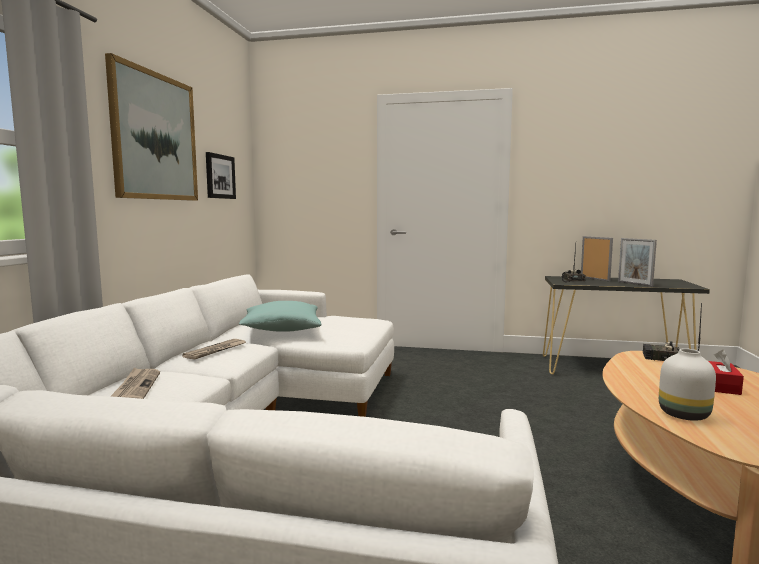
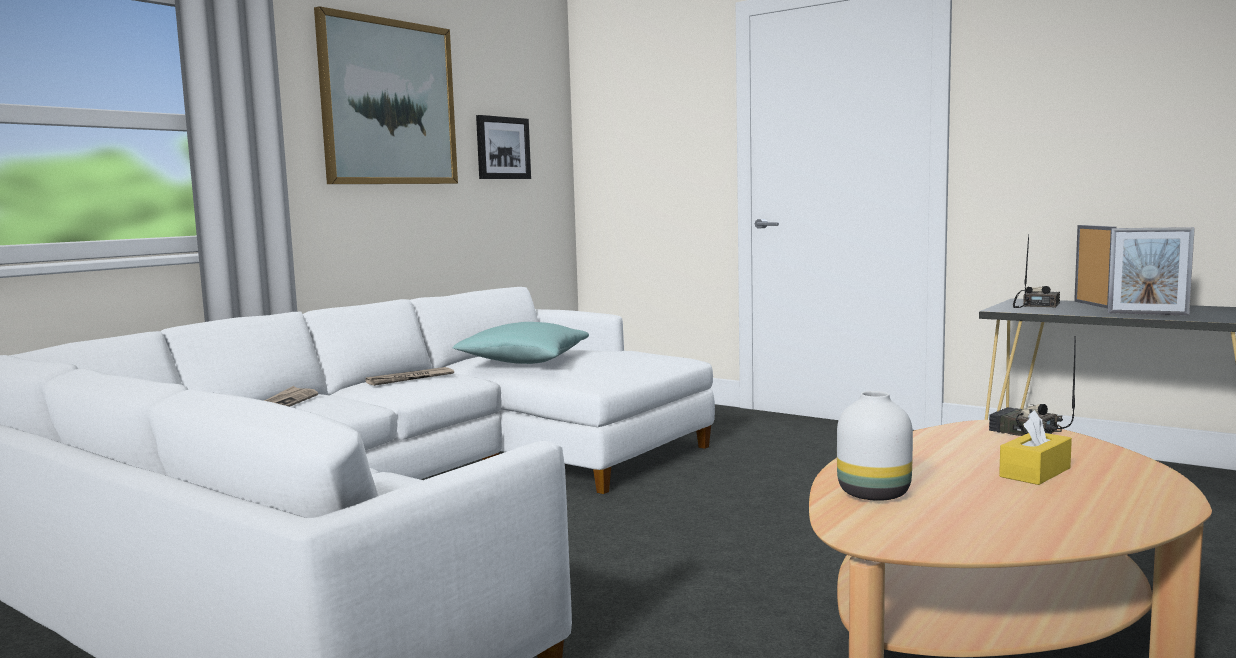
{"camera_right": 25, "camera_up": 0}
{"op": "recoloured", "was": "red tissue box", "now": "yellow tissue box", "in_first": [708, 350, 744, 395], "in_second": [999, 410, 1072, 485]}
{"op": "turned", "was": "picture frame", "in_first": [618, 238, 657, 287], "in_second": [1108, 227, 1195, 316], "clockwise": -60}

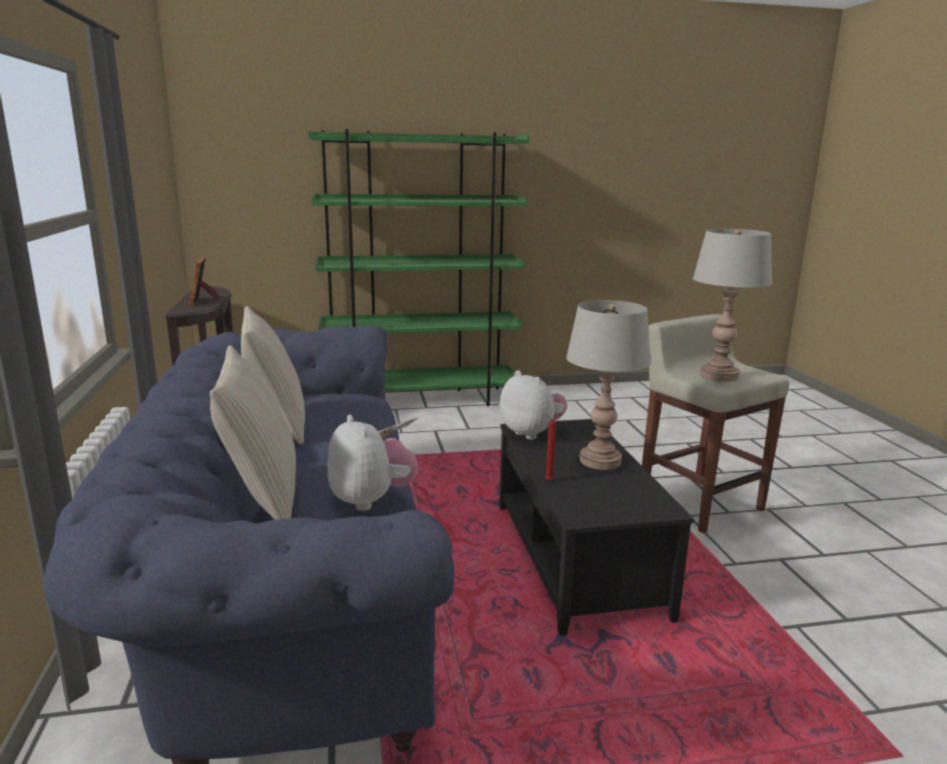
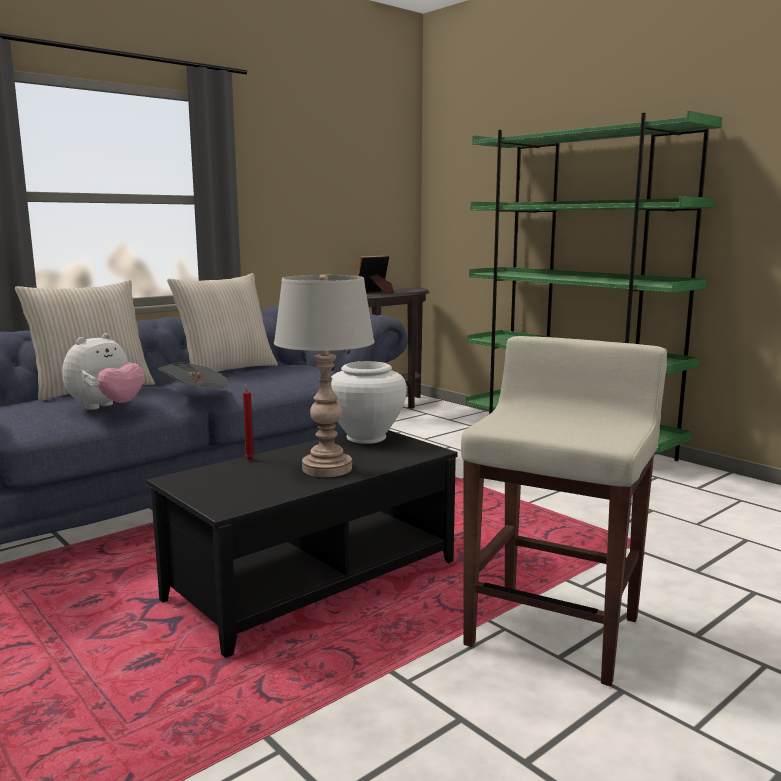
{"camera_right": 60, "camera_up": -5}
{"op": "replaced", "was": "plush toy", "now": "white vase", "in_first": [500, 370, 567, 440], "in_second": [331, 361, 407, 444]}
{"op": "removed", "was": "grey table lamp", "in_first": [693, 229, 772, 382]}

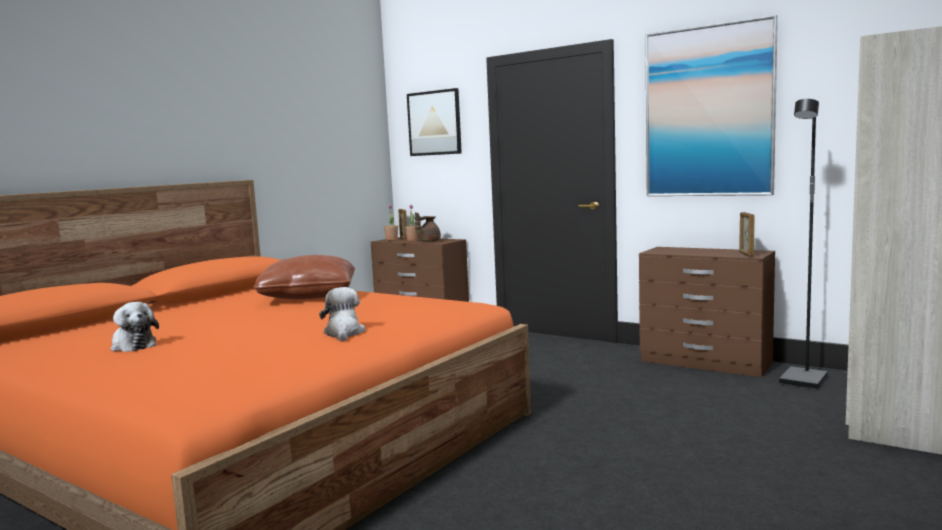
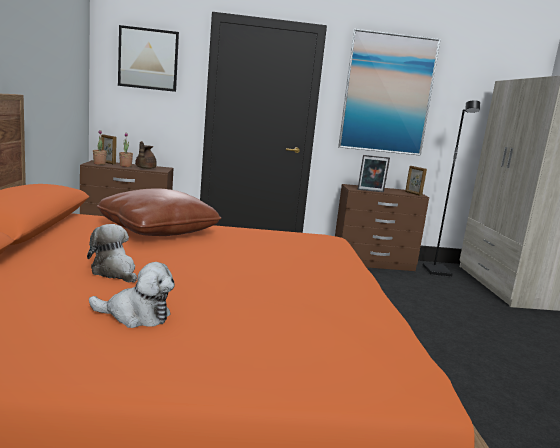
{"camera_right": -40, "camera_up": 5}
{"op": "moved", "was": "plush toy", "in_first": [319, 287, 366, 341], "in_second": [87, 224, 137, 283]}
{"op": "added", "now": "picture frame", "in_second": [358, 155, 390, 192]}

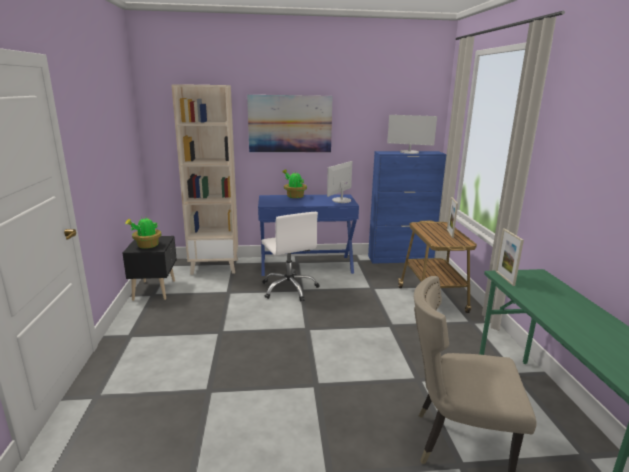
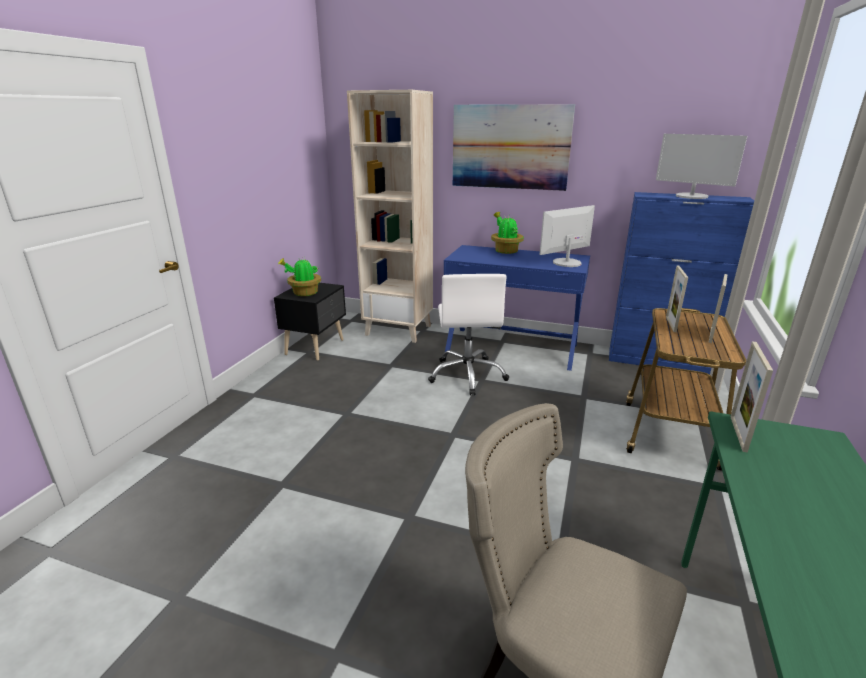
{"camera_right": 25, "camera_up": 5}
{"op": "added", "now": "picture frame", "in_second": [666, 266, 688, 332]}

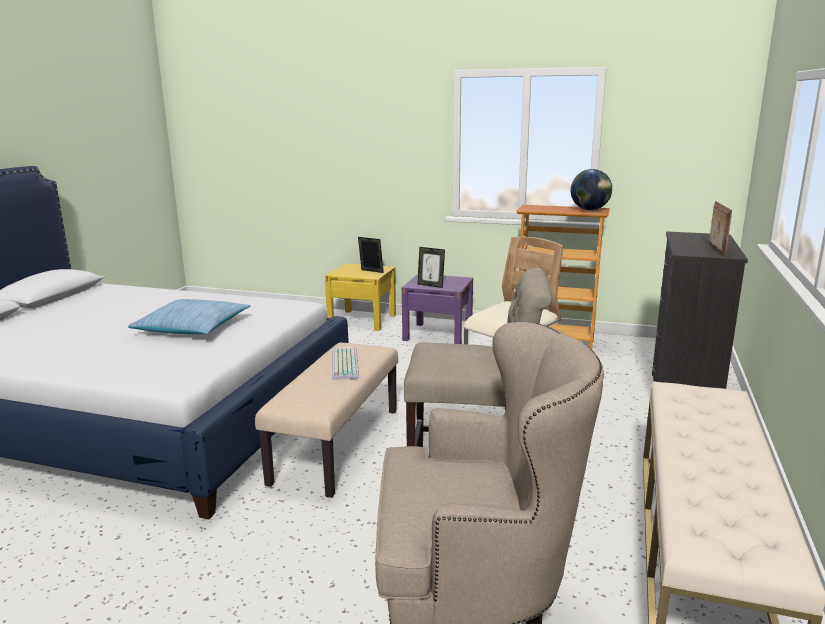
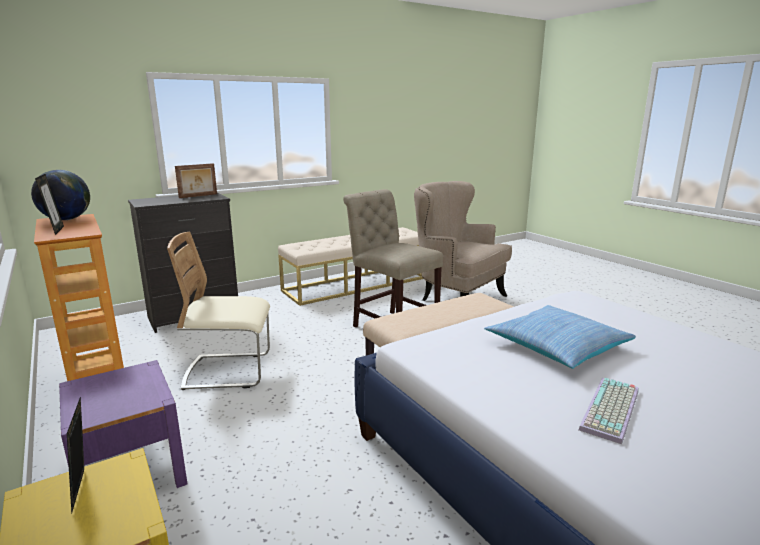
{"camera_right": -140, "camera_up": 0}
{"op": "moved", "was": "picture frame", "in_first": [417, 247, 445, 288], "in_second": [35, 174, 64, 235]}
{"op": "moved", "was": "keyboard", "in_first": [332, 347, 359, 380], "in_second": [578, 378, 639, 444]}

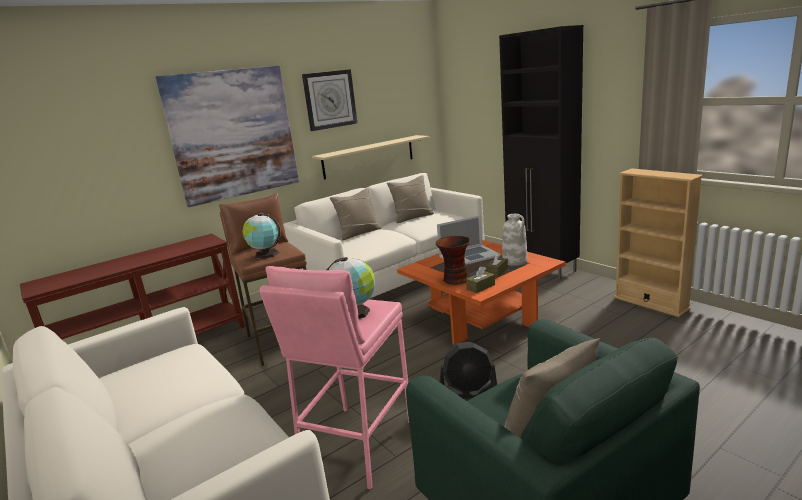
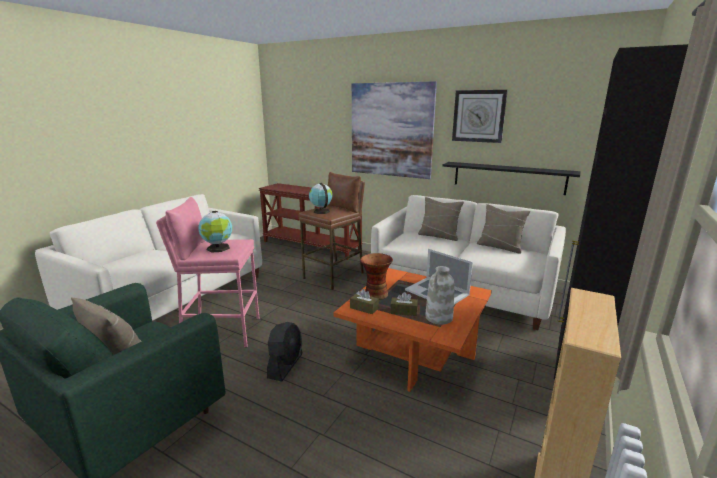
{"camera_right": 65, "camera_up": 0}
{"op": "turned", "was": "black fan", "in_first": [440, 342, 497, 399], "in_second": [267, 322, 303, 381], "clockwise": -135}
{"op": "recoloured", "was": "beige shelf", "now": "black shelf", "in_first": [312, 135, 430, 180], "in_second": [443, 162, 581, 195]}

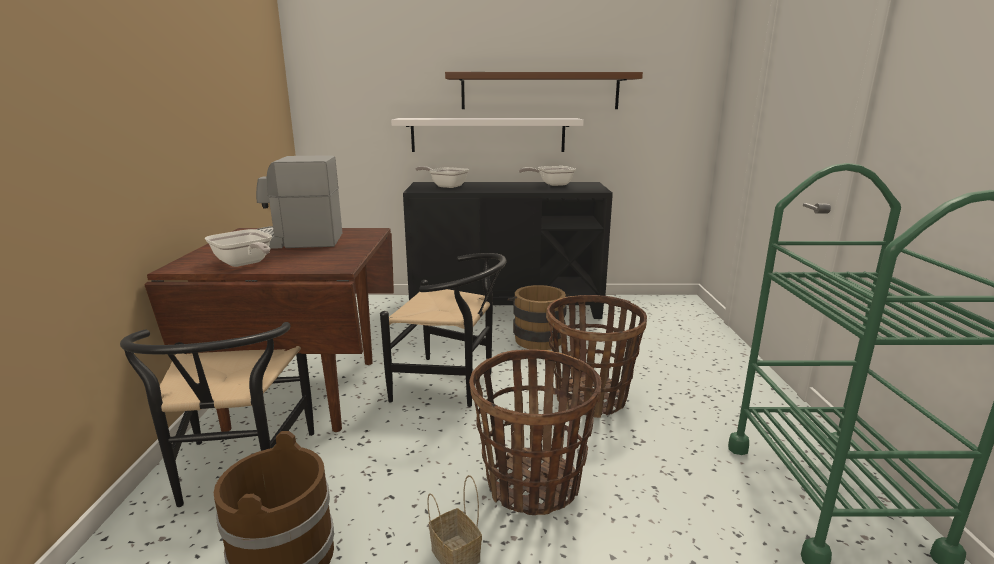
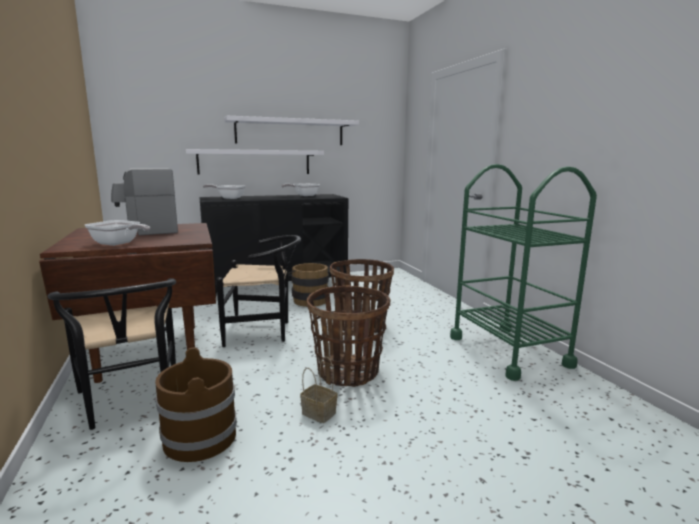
{"camera_right": -20, "camera_up": -5}
{"op": "recoloured", "was": "brown shelf", "now": "white shelf", "in_first": [445, 72, 643, 109], "in_second": [224, 116, 359, 145]}

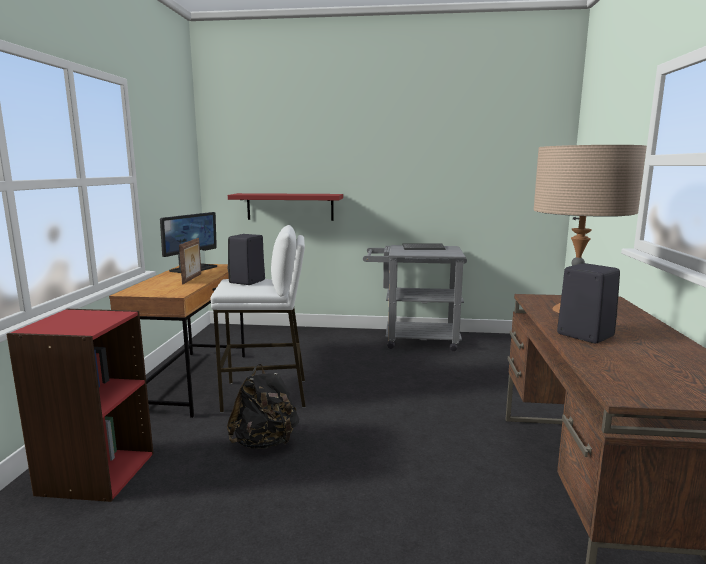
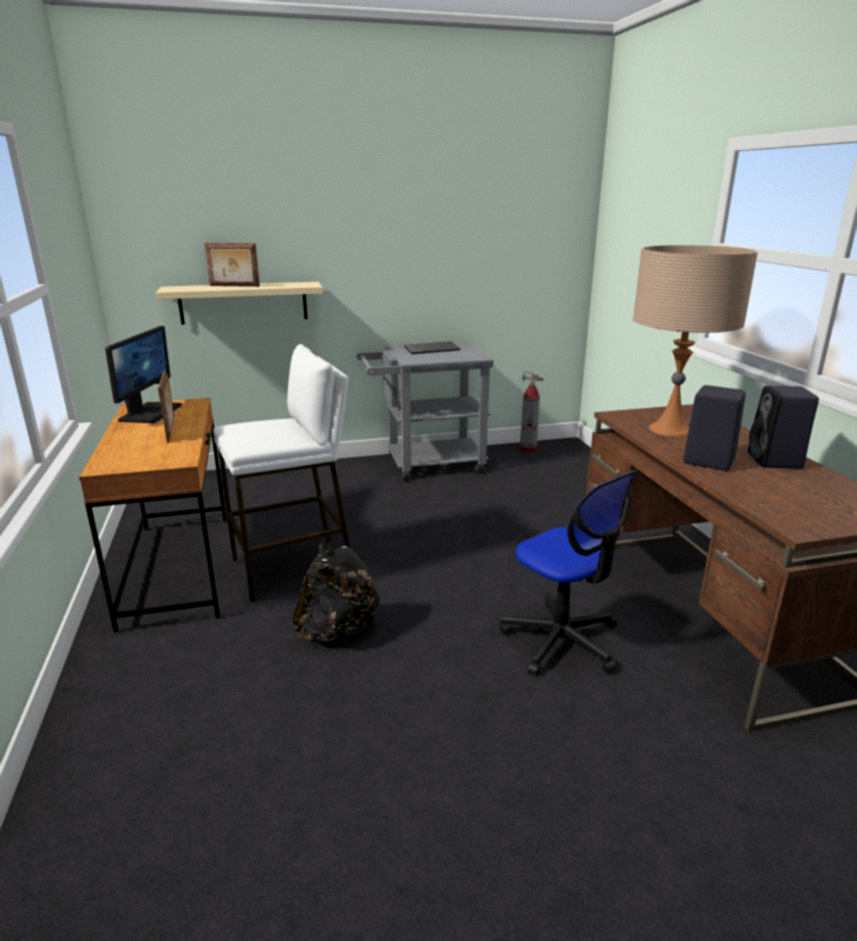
{"camera_right": -20, "camera_up": 10}
{"op": "recoloured", "was": "red shelf", "now": "beige shelf", "in_first": [228, 193, 343, 221], "in_second": [156, 282, 323, 325]}
{"op": "added", "now": "picture frame", "in_second": [205, 243, 260, 287]}
{"op": "added", "now": "office chair", "in_second": [500, 470, 638, 676]}
{"op": "added", "now": "fire extinguisher", "in_second": [520, 371, 543, 453]}
{"op": "moved", "was": "black speaker", "in_first": [228, 234, 265, 285], "in_second": [748, 386, 819, 469]}
{"op": "removed", "was": "red bookcase", "in_first": [6, 309, 154, 502]}

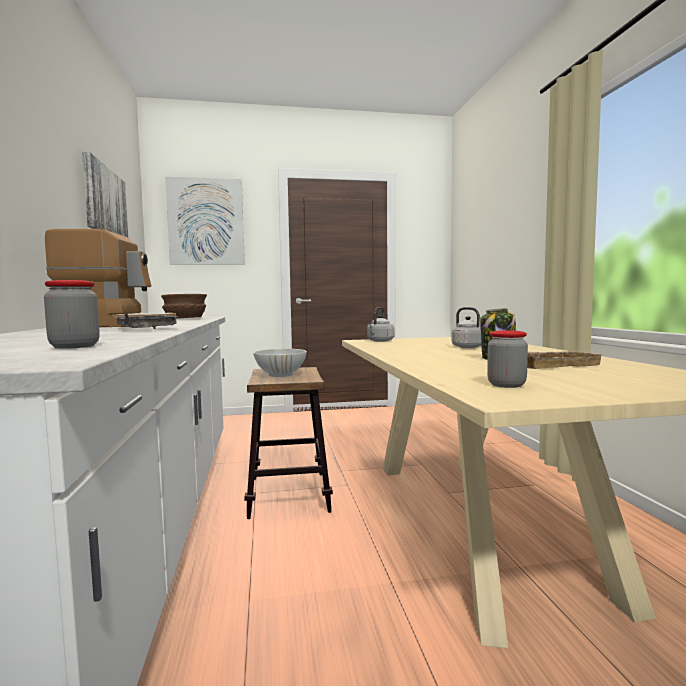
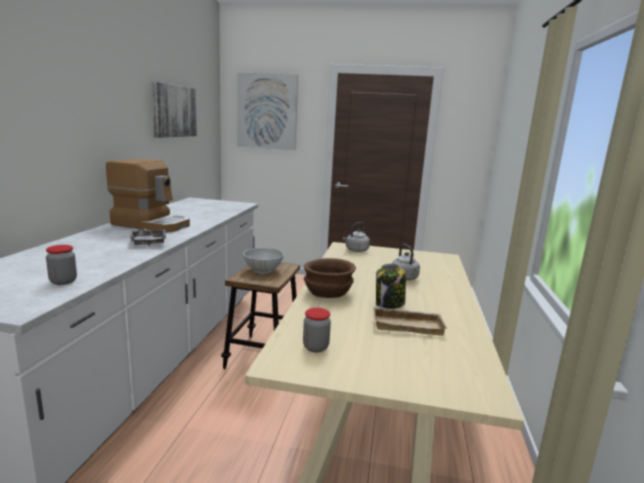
{"camera_right": 20, "camera_up": 10}
{"op": "moved", "was": "brown bowl", "in_first": [161, 294, 207, 319], "in_second": [304, 258, 356, 298]}

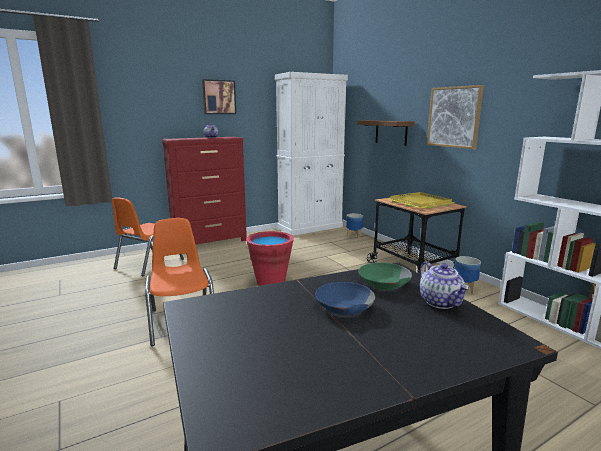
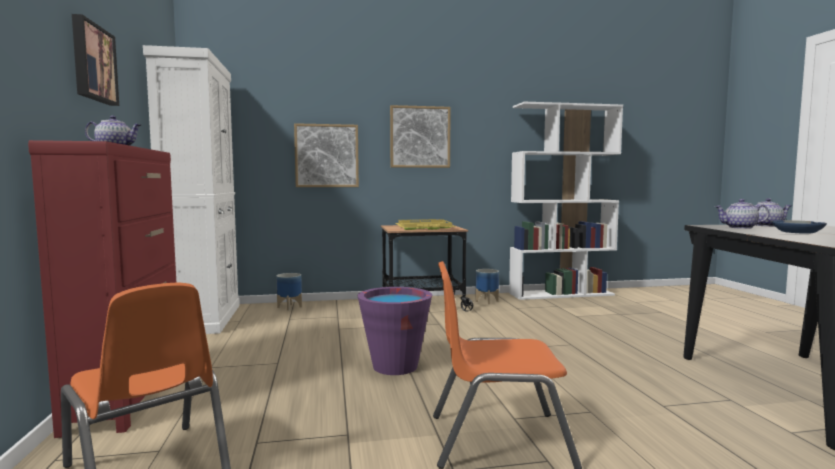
{"camera_right": -70, "camera_up": -10}
{"op": "replaced", "was": "brown shelf", "now": "picture", "in_first": [357, 120, 415, 146], "in_second": [294, 123, 359, 187]}
{"op": "recoloured", "was": "red bucket", "now": "purple bucket", "in_first": [246, 231, 294, 286], "in_second": [358, 287, 432, 375]}
{"op": "replaced", "was": "green bowl", "now": "teapot", "in_first": [358, 263, 412, 290], "in_second": [714, 199, 770, 229]}

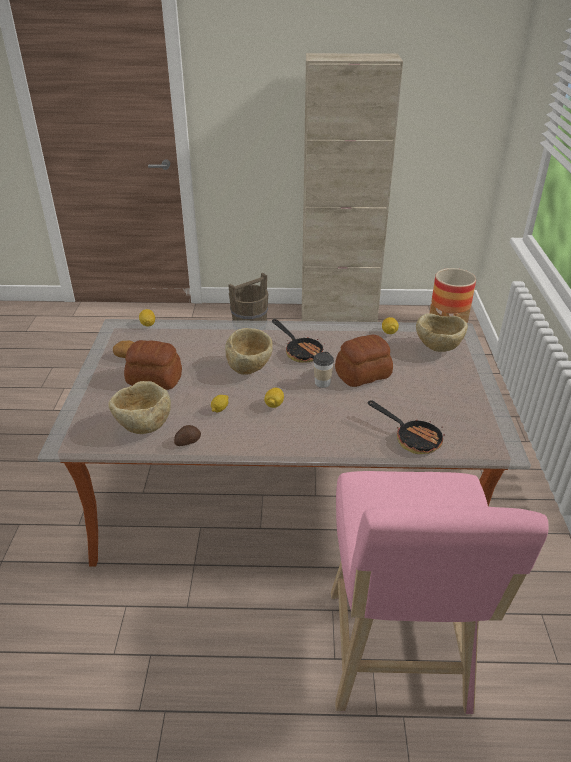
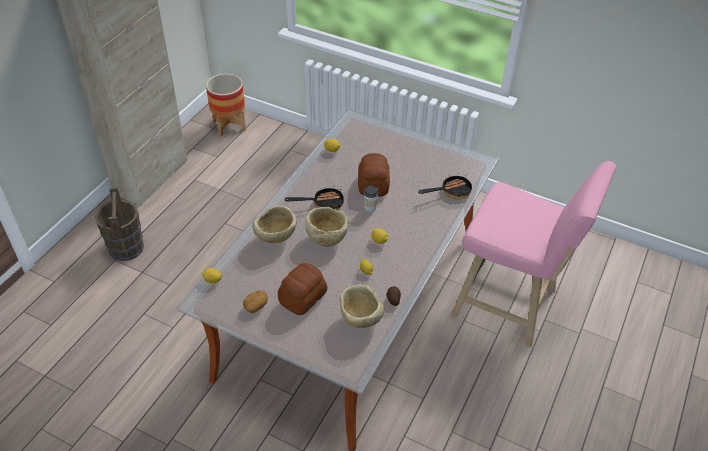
{"camera_right": -65, "camera_up": 10}
{"op": "moved", "was": "beige bowl", "in_first": [416, 313, 468, 352], "in_second": [252, 206, 297, 243]}

